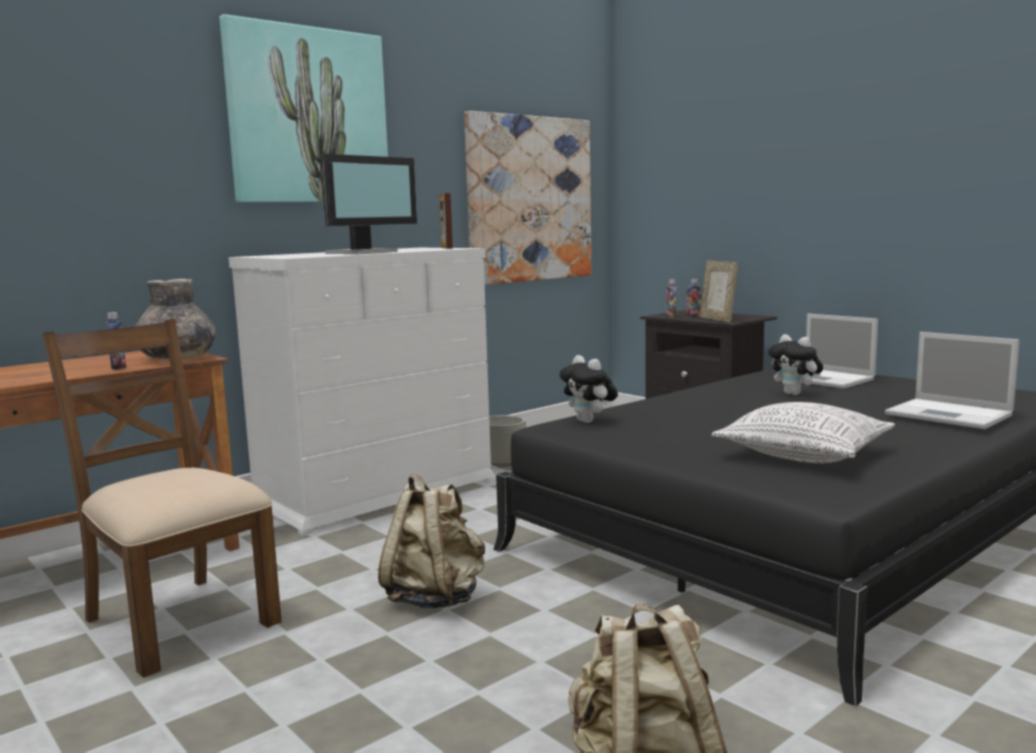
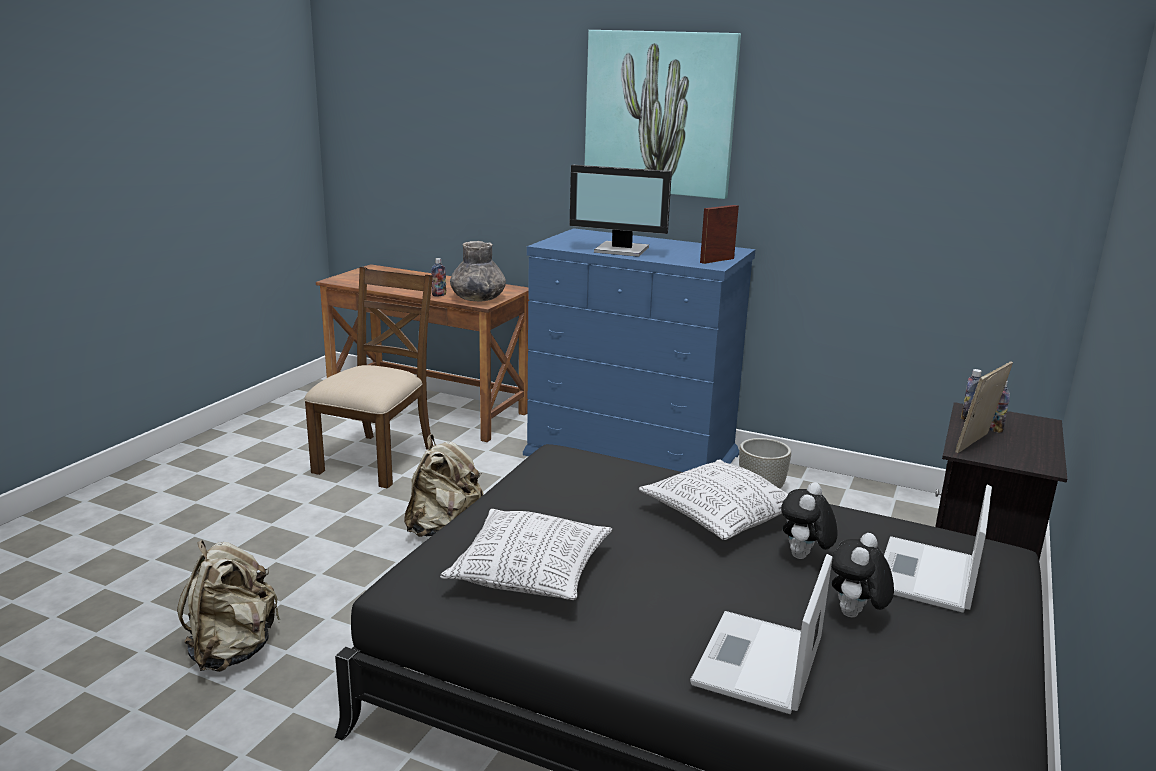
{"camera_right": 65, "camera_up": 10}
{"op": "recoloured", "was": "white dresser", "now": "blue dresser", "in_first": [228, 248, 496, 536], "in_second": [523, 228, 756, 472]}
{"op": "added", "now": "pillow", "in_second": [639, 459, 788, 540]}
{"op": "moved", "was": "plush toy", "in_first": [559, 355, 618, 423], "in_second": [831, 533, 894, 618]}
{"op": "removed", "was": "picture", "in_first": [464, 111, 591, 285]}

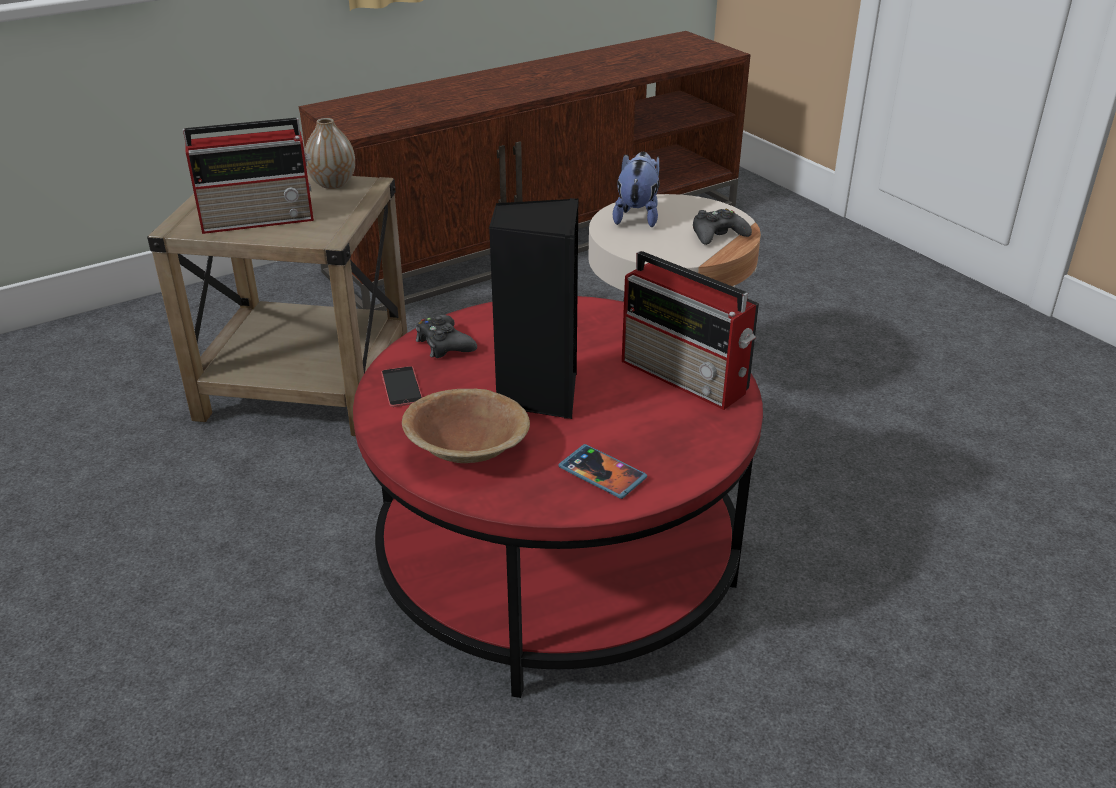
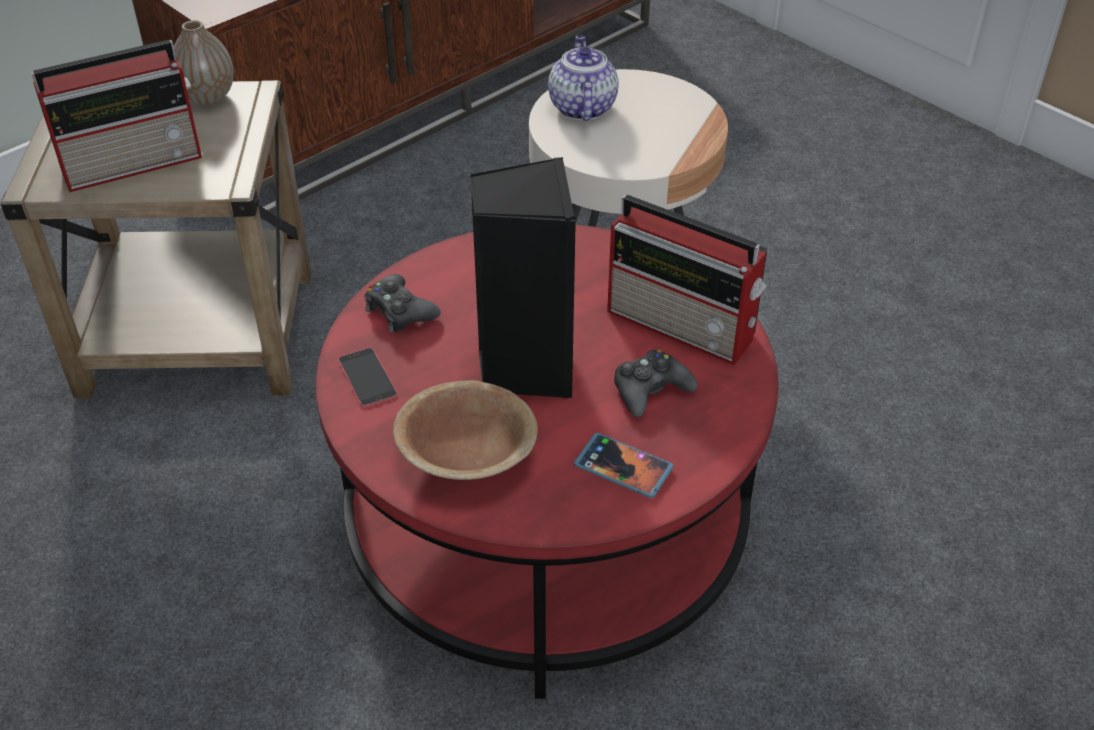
{"camera_right": -10, "camera_up": 10}
{"op": "replaced", "was": "plush toy", "now": "teapot", "in_first": [613, 152, 660, 227], "in_second": [548, 35, 619, 121]}
{"op": "moved", "was": "black game controller", "in_first": [693, 209, 752, 245], "in_second": [614, 349, 697, 417]}

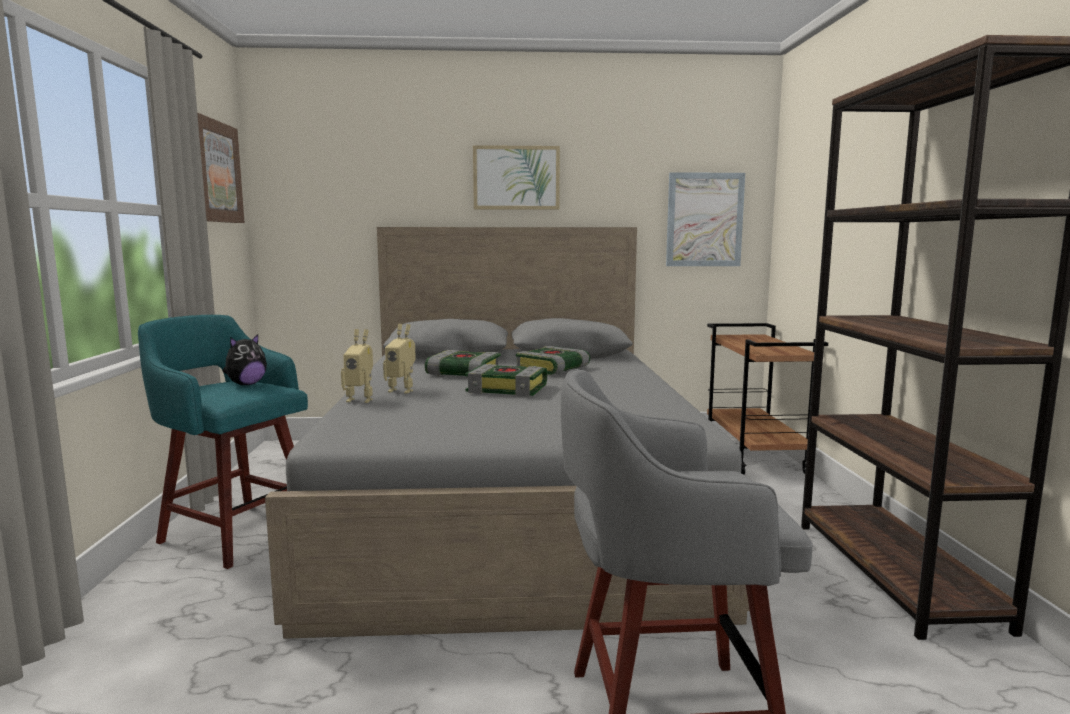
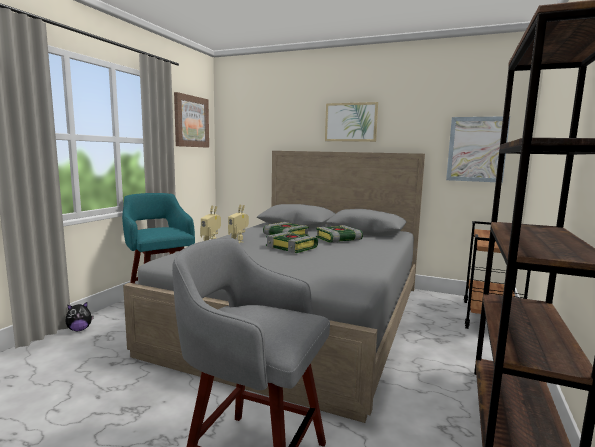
{"camera_right": 25, "camera_up": 0}
{"op": "moved", "was": "plush toy", "in_first": [222, 334, 267, 385], "in_second": [65, 302, 94, 331]}

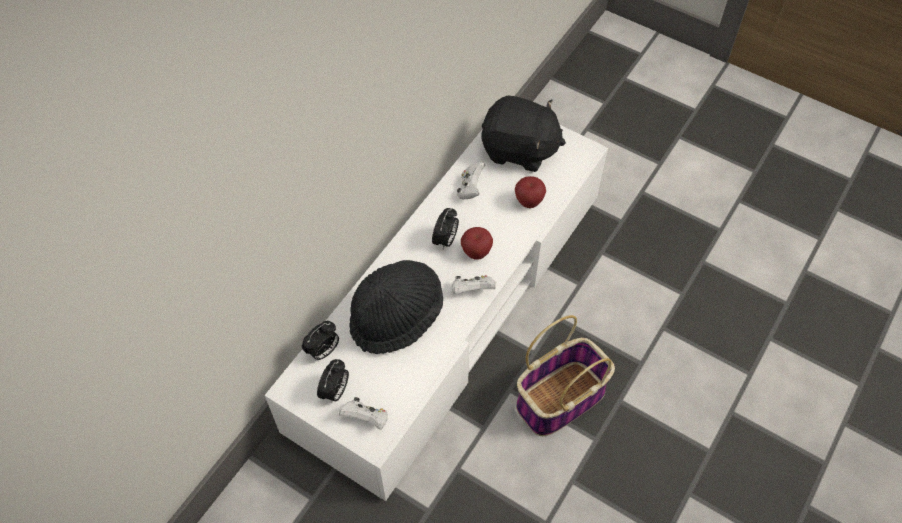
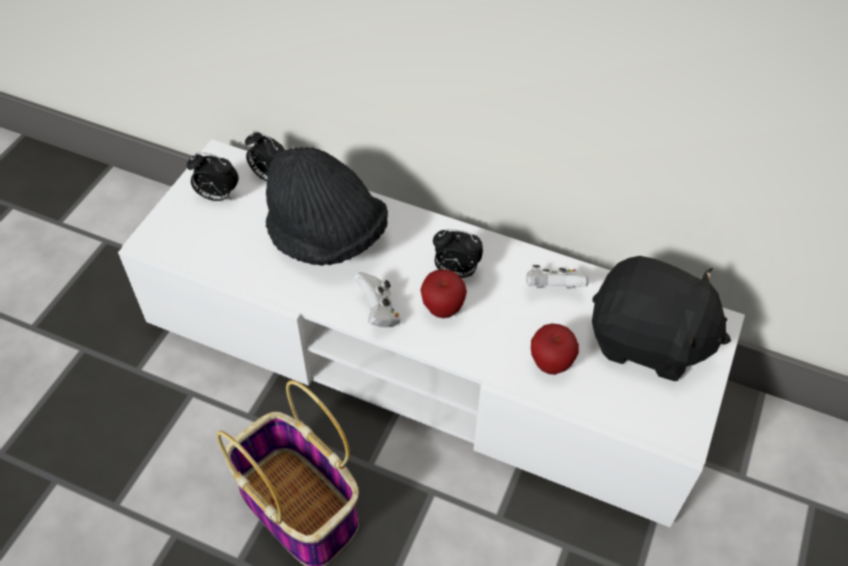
{"camera_right": 80, "camera_up": -5}
{"op": "turned", "was": "black plush toy", "in_first": [481, 96, 566, 172], "in_second": [592, 256, 731, 381], "clockwise": -75}
{"op": "removed", "was": "white game controller", "in_first": [339, 397, 388, 429]}

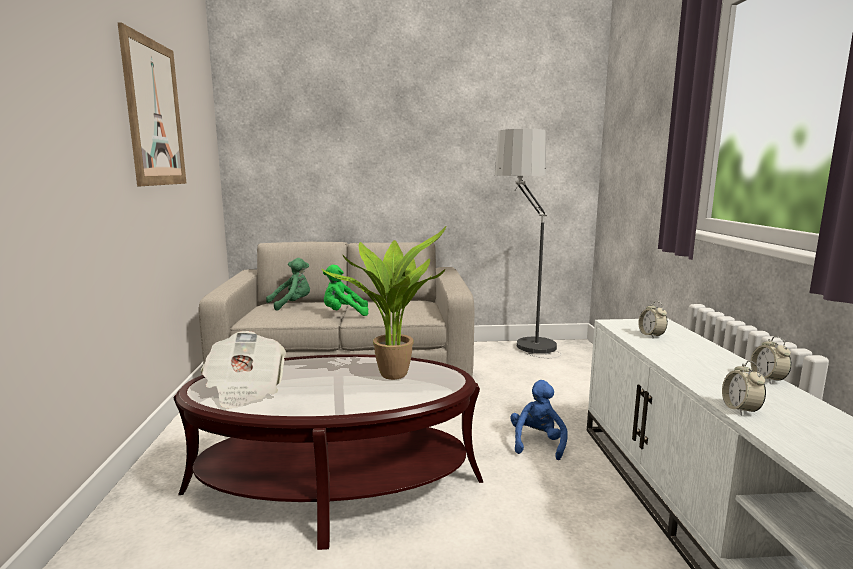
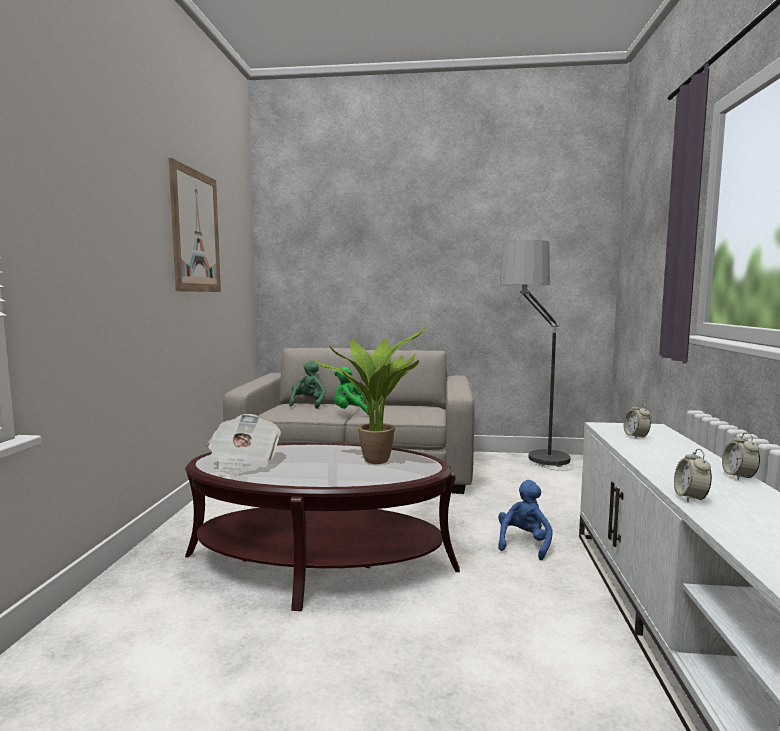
{"camera_right": 10, "camera_up": -5}
{"op": "turned", "was": "green plush toy", "in_first": [266, 258, 310, 311], "in_second": [289, 361, 326, 409], "clockwise": -60}

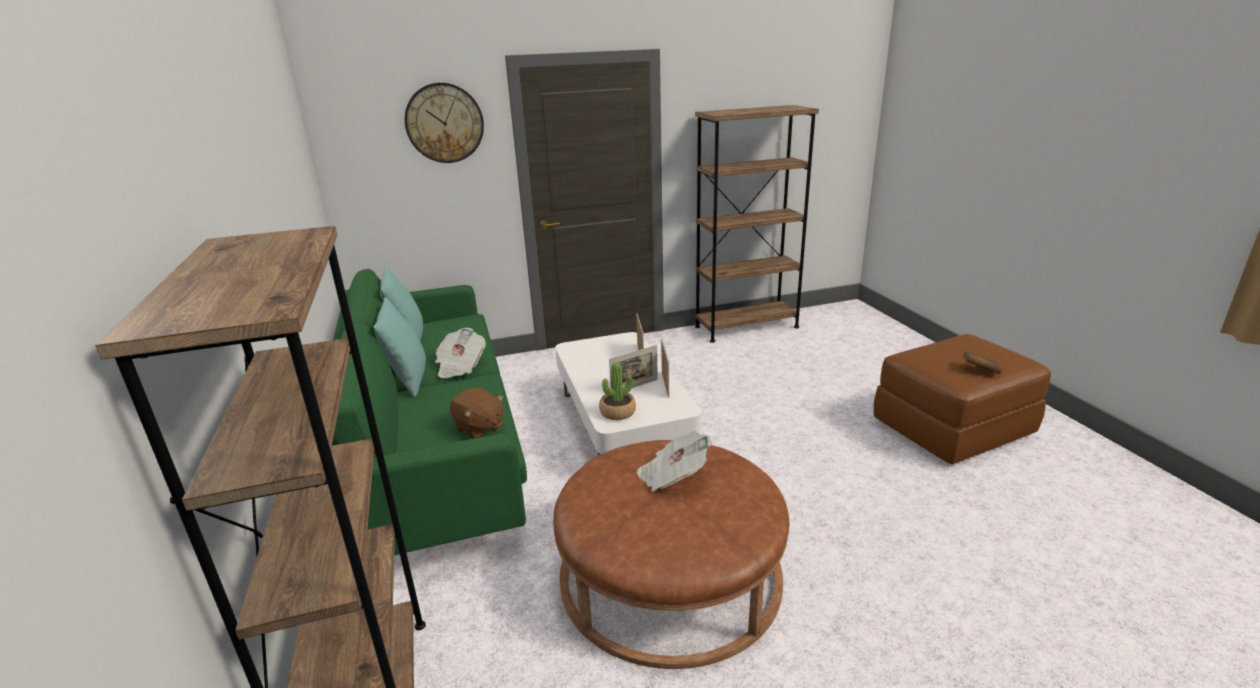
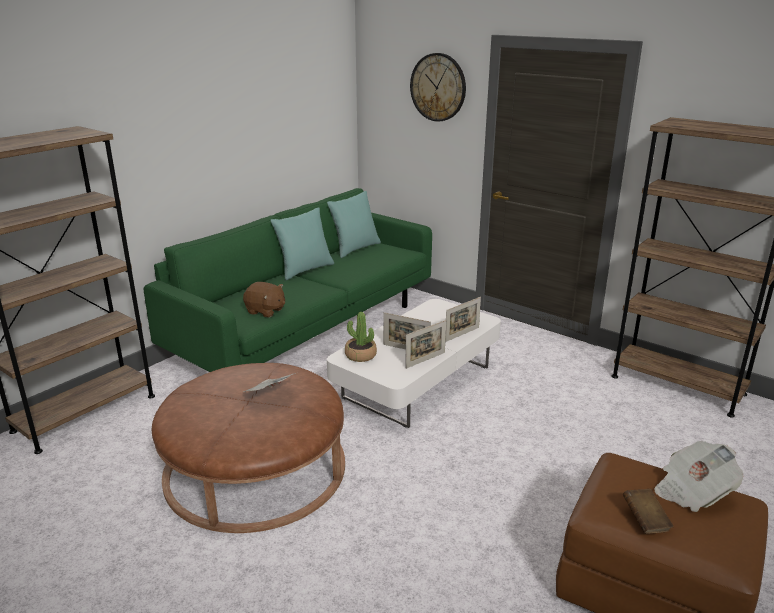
{"camera_right": 55, "camera_up": 0}
{"op": "turned", "was": "brown plush toy", "in_first": [450, 388, 504, 439], "in_second": [243, 282, 285, 318], "clockwise": -75}
{"op": "moved", "was": "newspaper", "in_first": [435, 328, 486, 378], "in_second": [654, 441, 743, 512]}

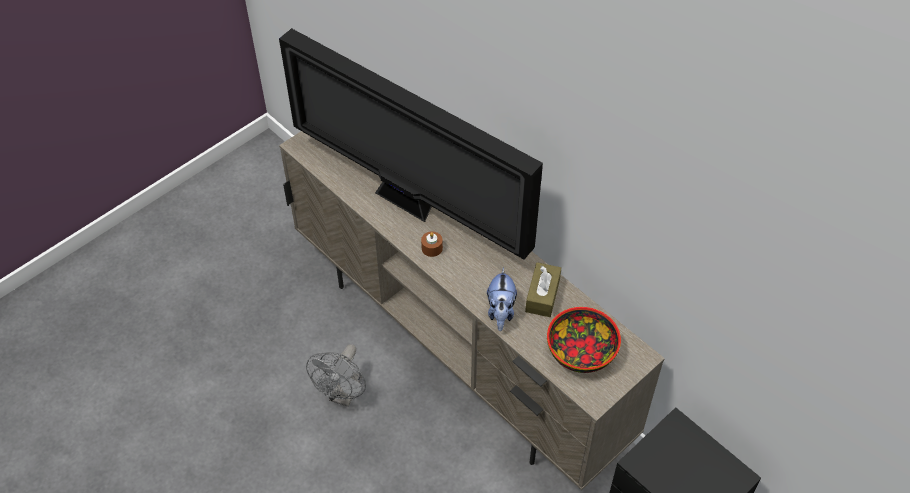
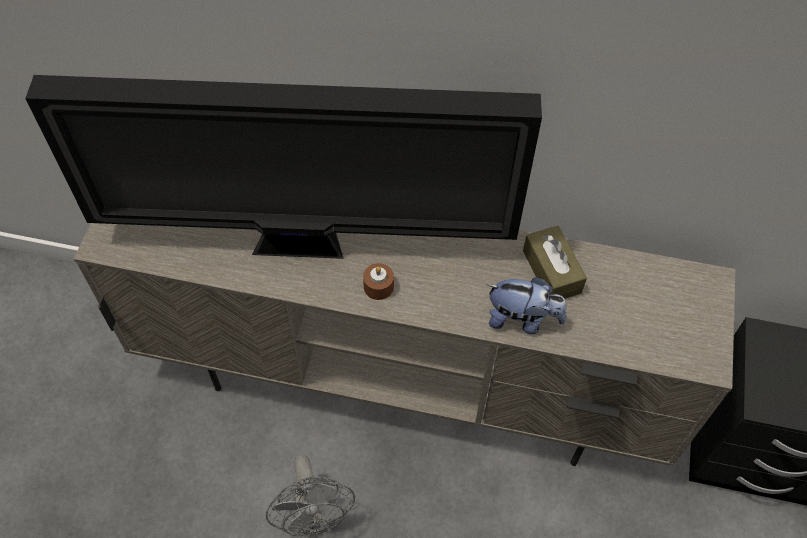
{"camera_right": -35, "camera_up": 5}
{"op": "turned", "was": "plush toy", "in_first": [487, 268, 517, 331], "in_second": [487, 277, 566, 334], "clockwise": -45}
{"op": "removed", "was": "bowl", "in_first": [547, 307, 621, 373]}

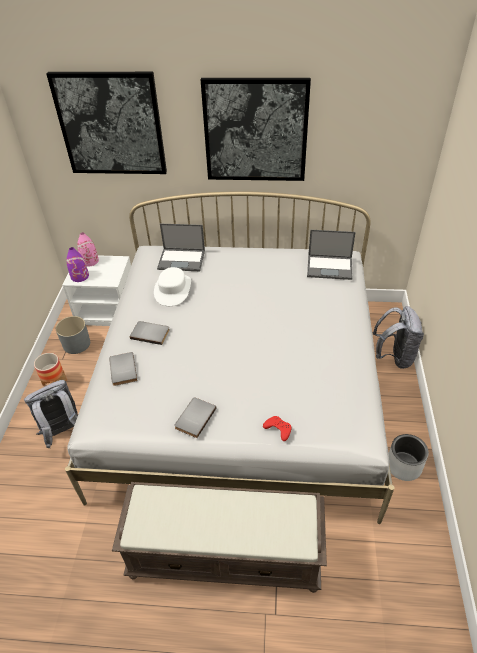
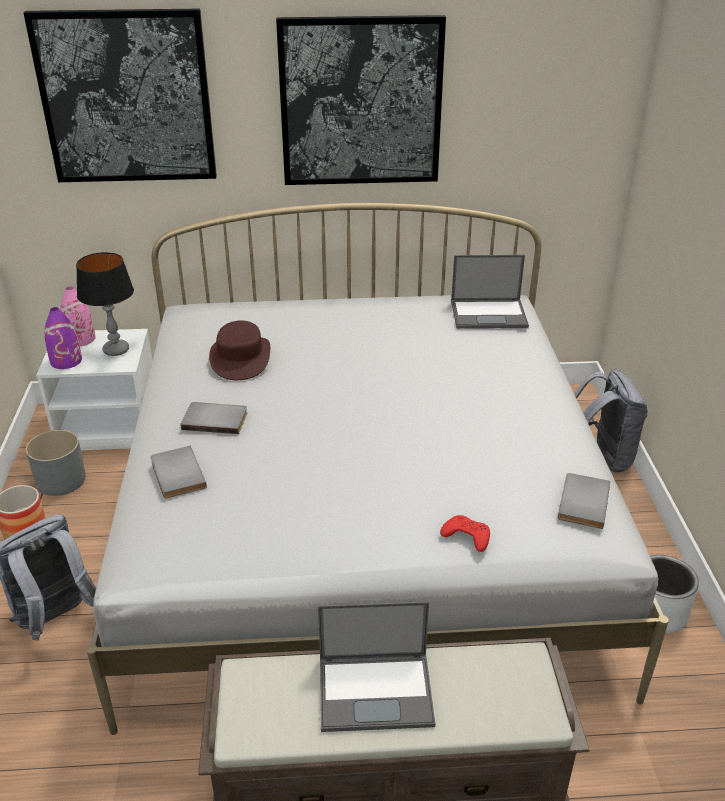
{"camera_right": -10, "camera_up": -10}
{"op": "added", "now": "table lamp", "in_second": [76, 252, 134, 356]}
{"op": "recoloured", "was": "white hat", "now": "brown hat", "in_first": [154, 267, 191, 306], "in_second": [209, 320, 270, 380]}
{"op": "moved", "was": "laptop", "in_first": [157, 224, 205, 271], "in_second": [318, 601, 435, 732]}
{"op": "moved", "was": "grey book", "in_first": [174, 397, 217, 438], "in_second": [558, 473, 610, 529]}

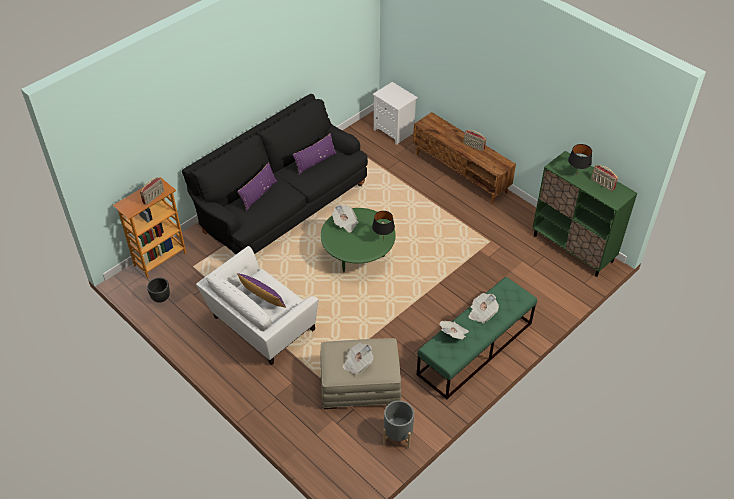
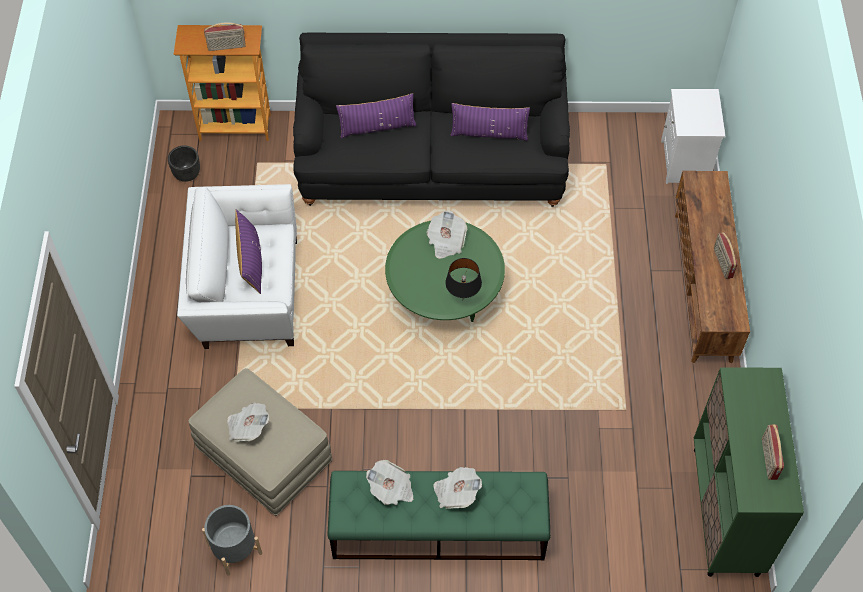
{"camera_right": 45, "camera_up": 10}
{"op": "removed", "was": "black table lamp", "in_first": [568, 144, 592, 176]}

